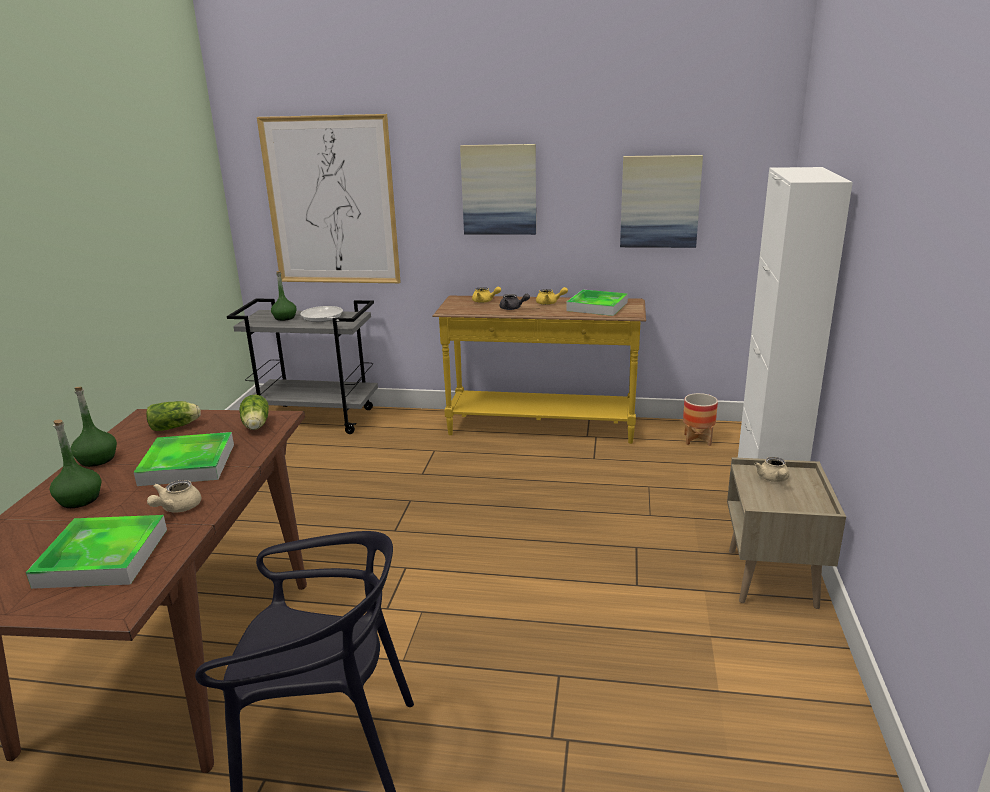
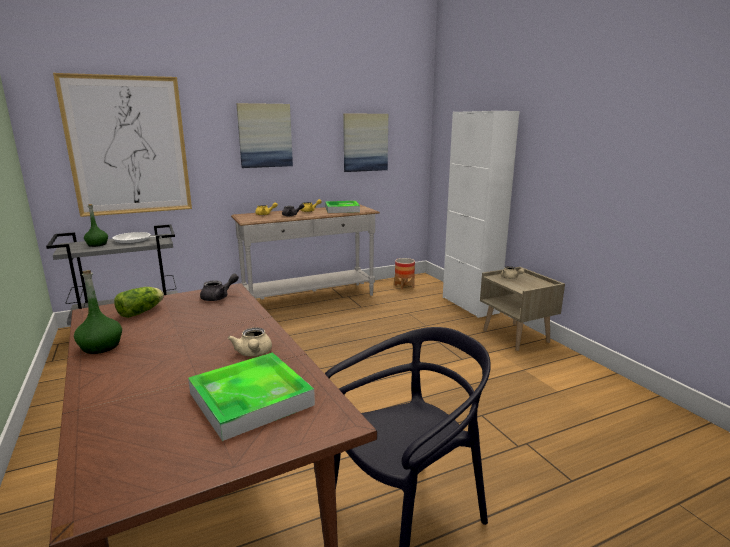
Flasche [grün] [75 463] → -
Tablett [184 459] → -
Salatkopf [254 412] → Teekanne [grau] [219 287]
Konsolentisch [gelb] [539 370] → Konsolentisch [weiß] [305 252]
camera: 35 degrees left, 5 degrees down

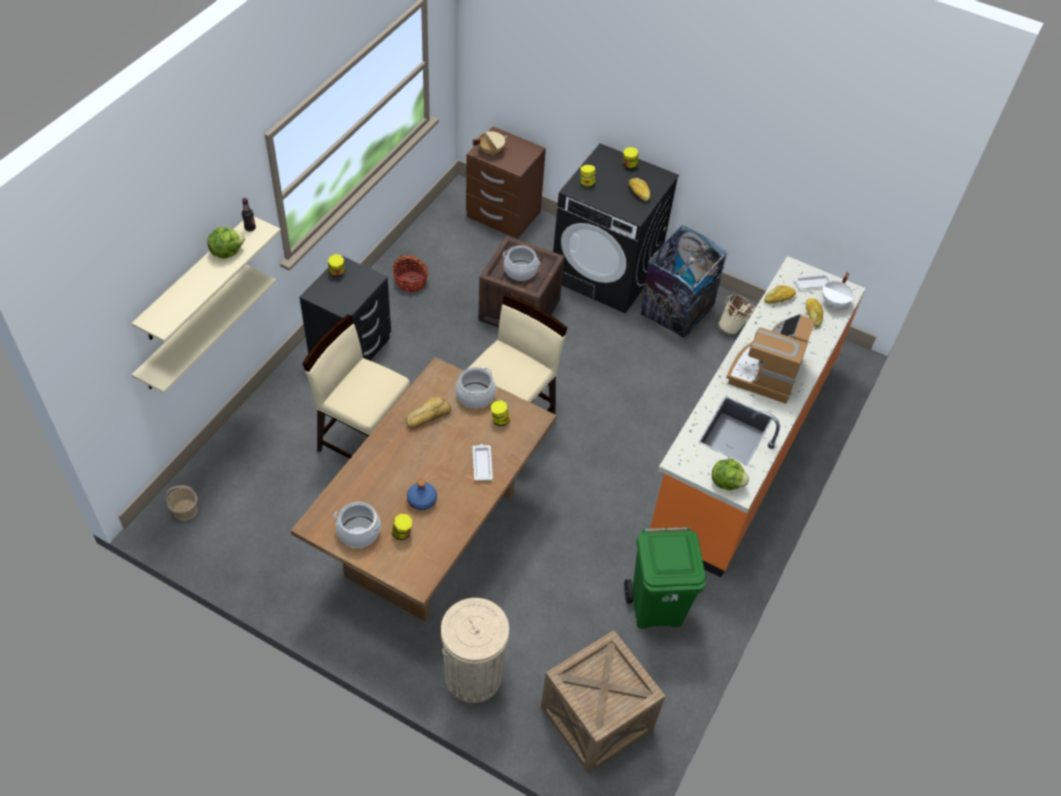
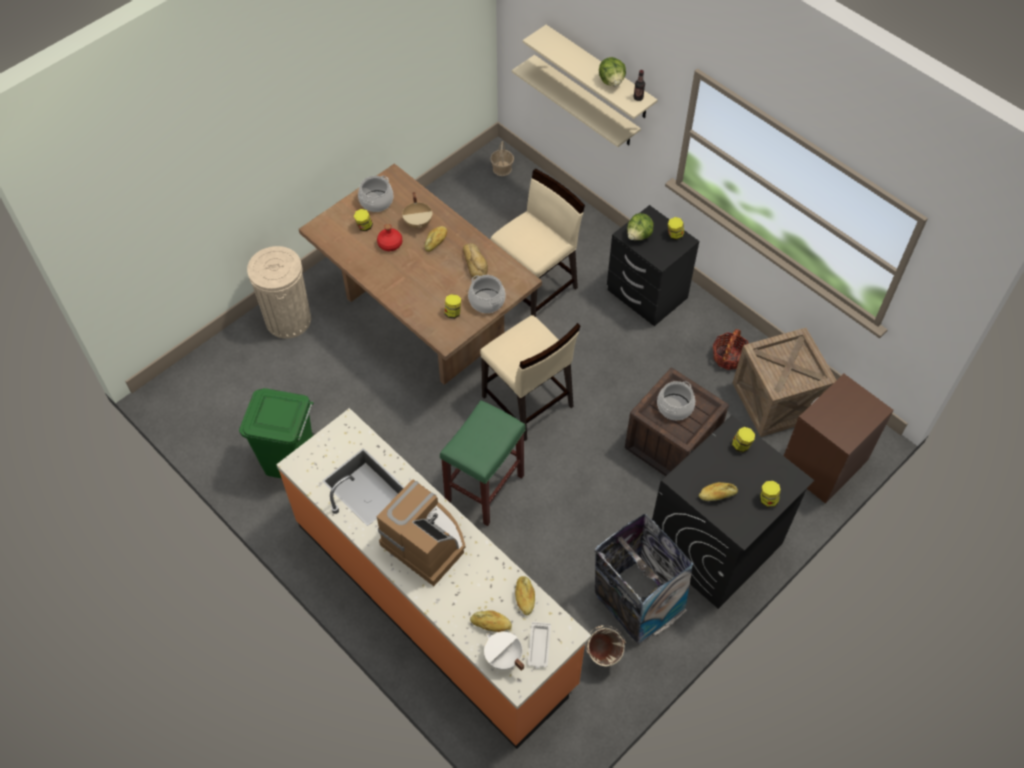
Flasche [blau] [422 494] → Flasche [rot] [389 237]
Tablett [weiß] [482 462] → -
Kochtopf [beige] [490 143] → Kochtopf [beige] [417 210], moved
Kiste [603 701] → Kiste [784 382], moved
Salatkopf [730 474] → Salatkopf [640 226], moved
- → Brot [436 239]
- → Hocker [grün] [483 463]
camera: 110 degrees right, 5 degrees up

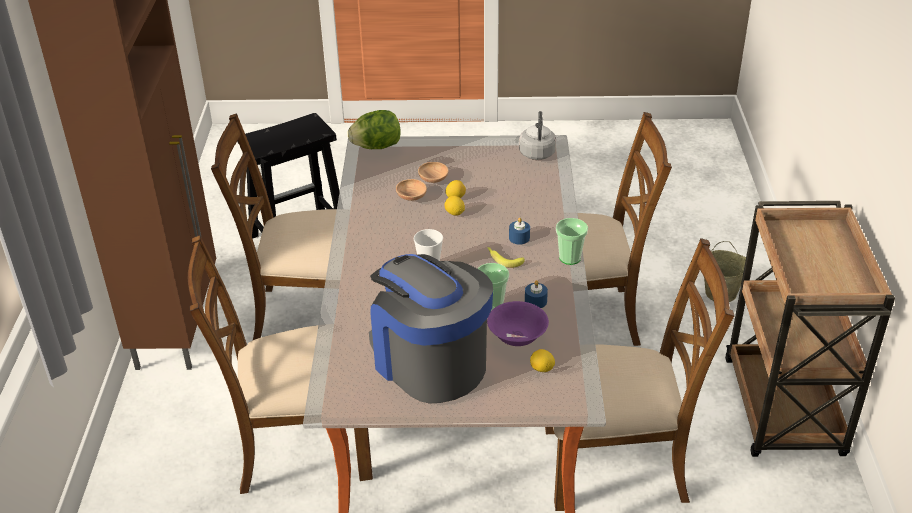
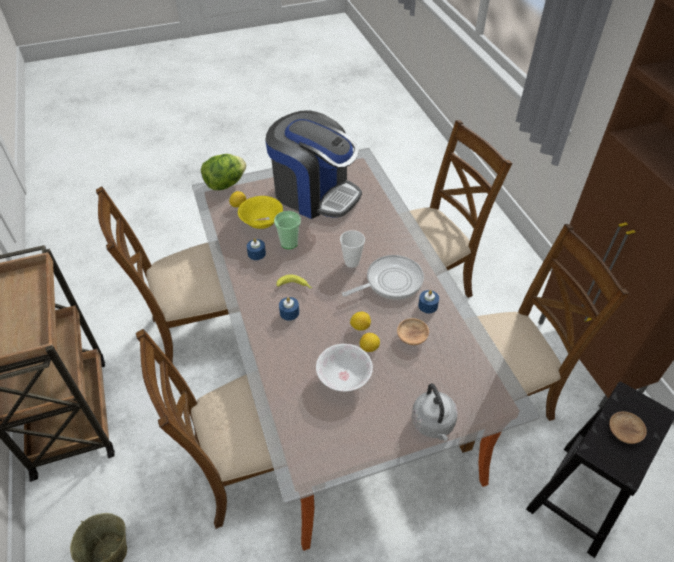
Salatkopf [374 129] → Salatkopf [223 172], moved
Schüssel [braun] [433 172] → Schüssel [braun] [628 427], moved
Schüssel [lila] [518 323] → Schüssel [gelb] [260 212]
Wasserkessel [grau] [537 135] → Wasserkessel [grau] [435 412], moved
Tasse [572 241] → -
- → Schüssel [weiß] [344 367]
- → Pfanne [383 277]
- → Kerze [blau] [428 301]
camera: 160 degrees right, 10 degrees up

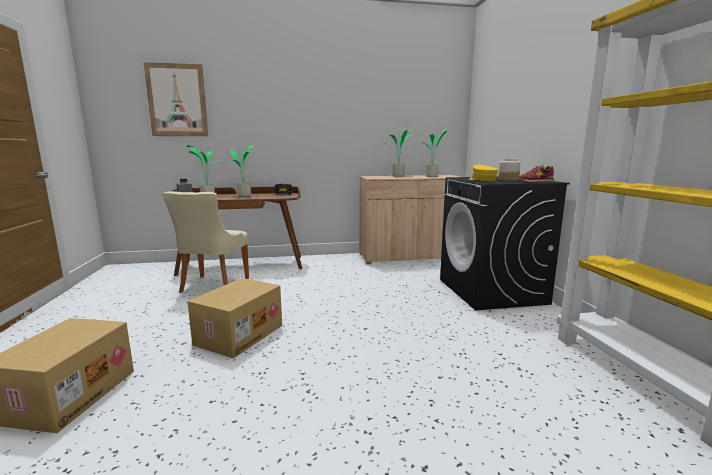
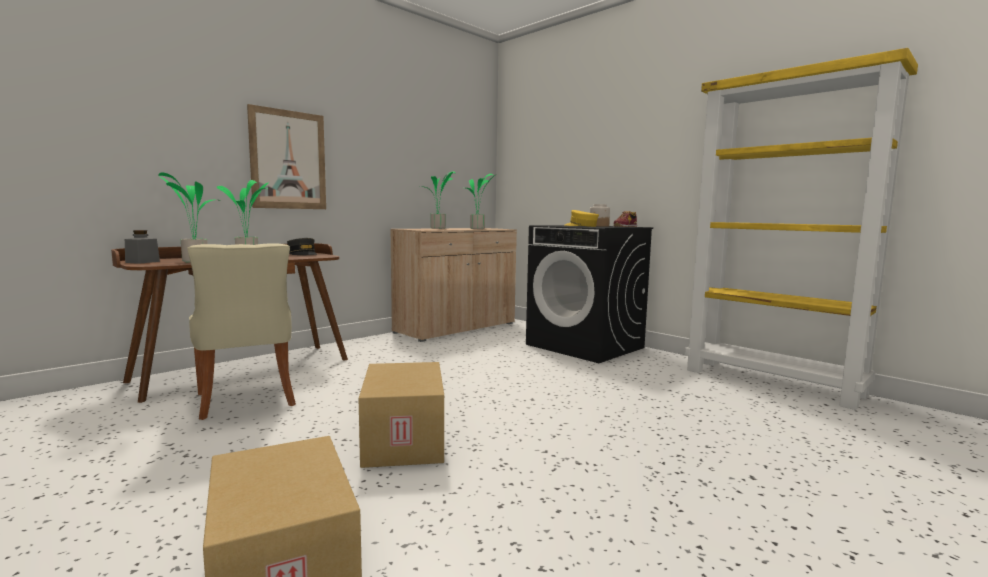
Bild [176 99] → Bild [286 156], moved
camera: 35 degrees left, 5 degrees down

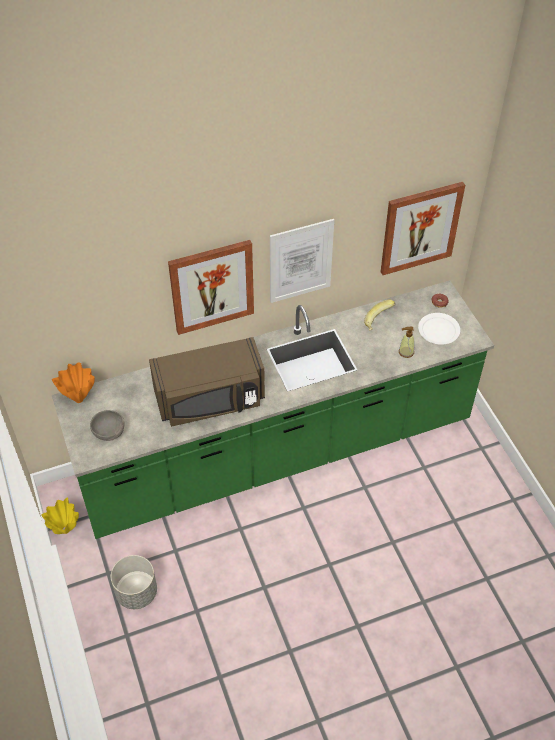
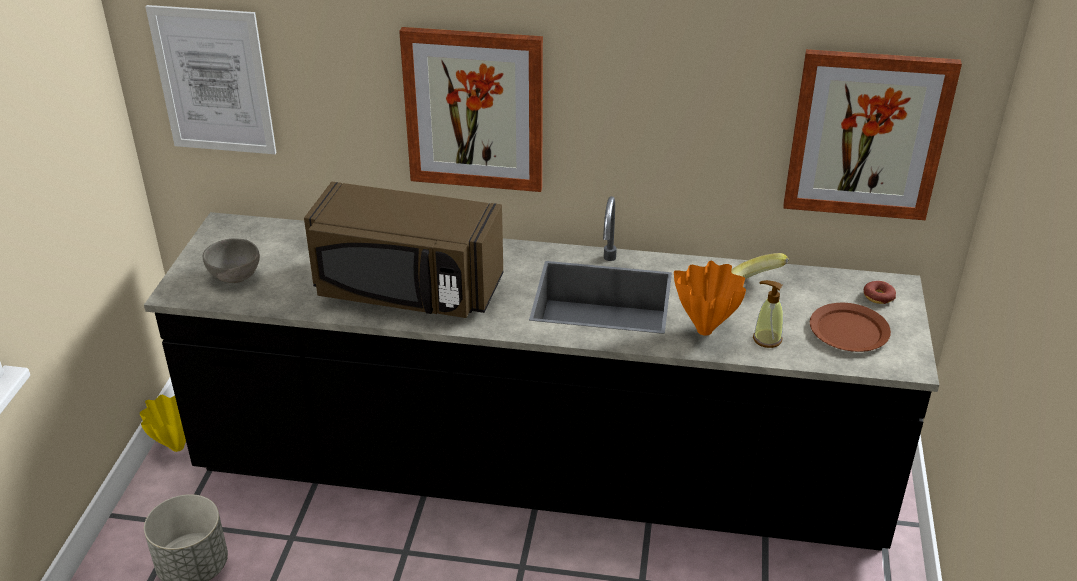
Küchenzeile [grün] [273 409] → Küchenzeile [schwarz] [541 373]
Vase [orange] [73 383] → Vase [orange] [710 298], moved
Bild [302 261] → Bild [210 79], moved
Teller [weiß] [439 329] → Teller [braun] [850 327]
camera: 30 degrees right, 15 degrees down

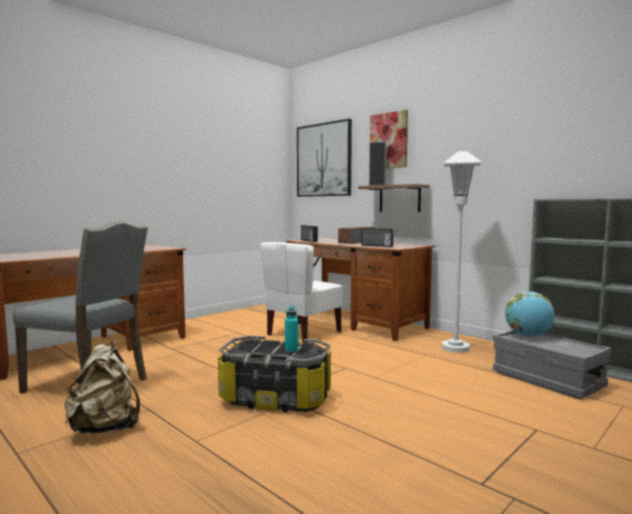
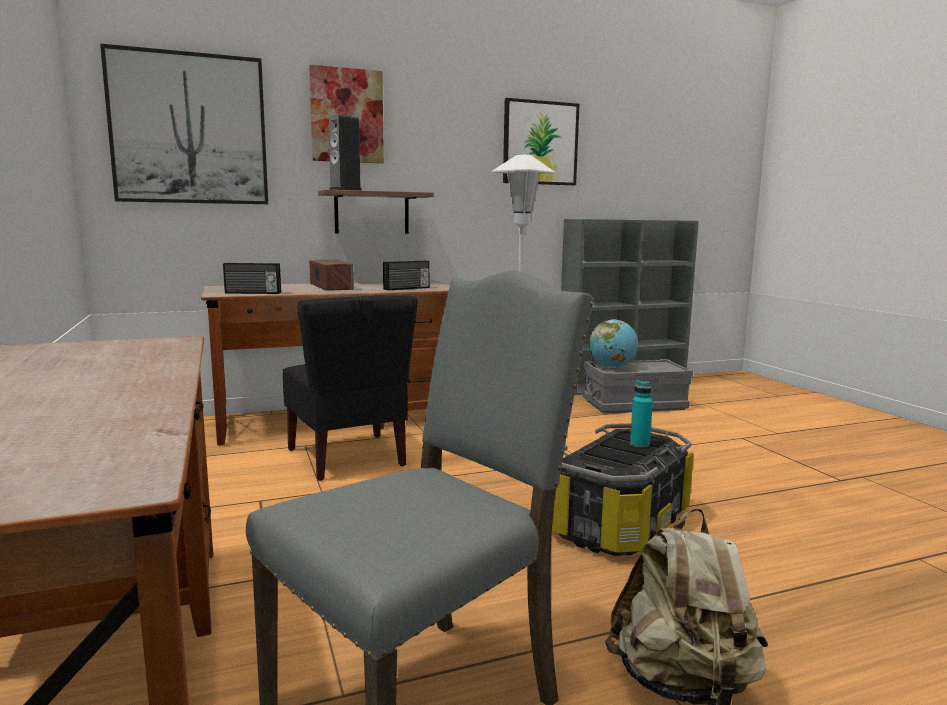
Stuhl [weiß] [301 292] → Stuhl [schwarz] [350 388]
- → Bild [541 141]
camera: 65 degrees left, 5 degrees up

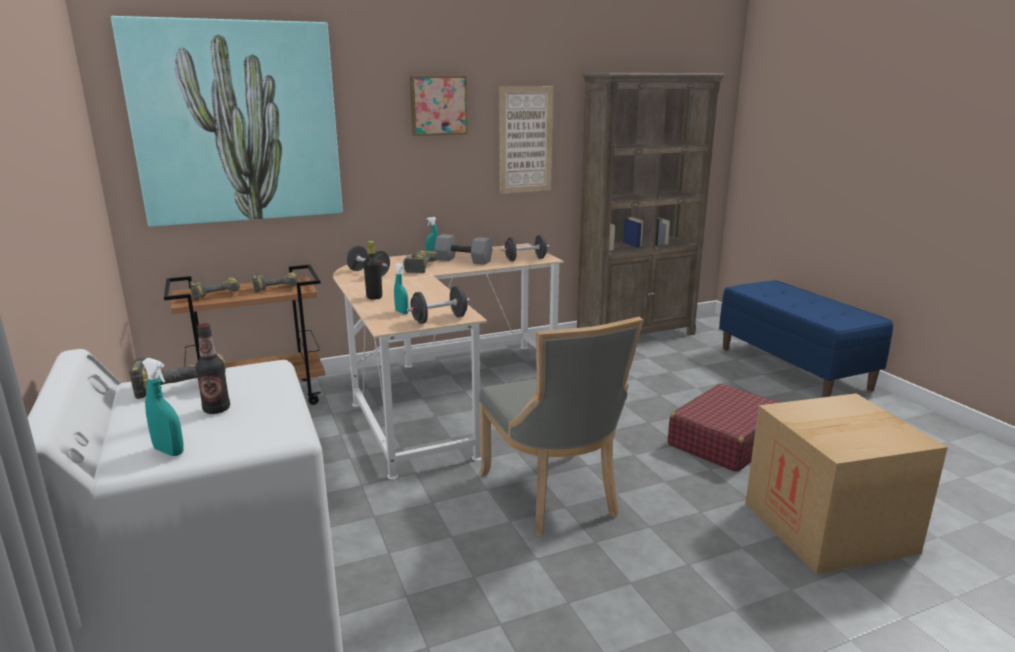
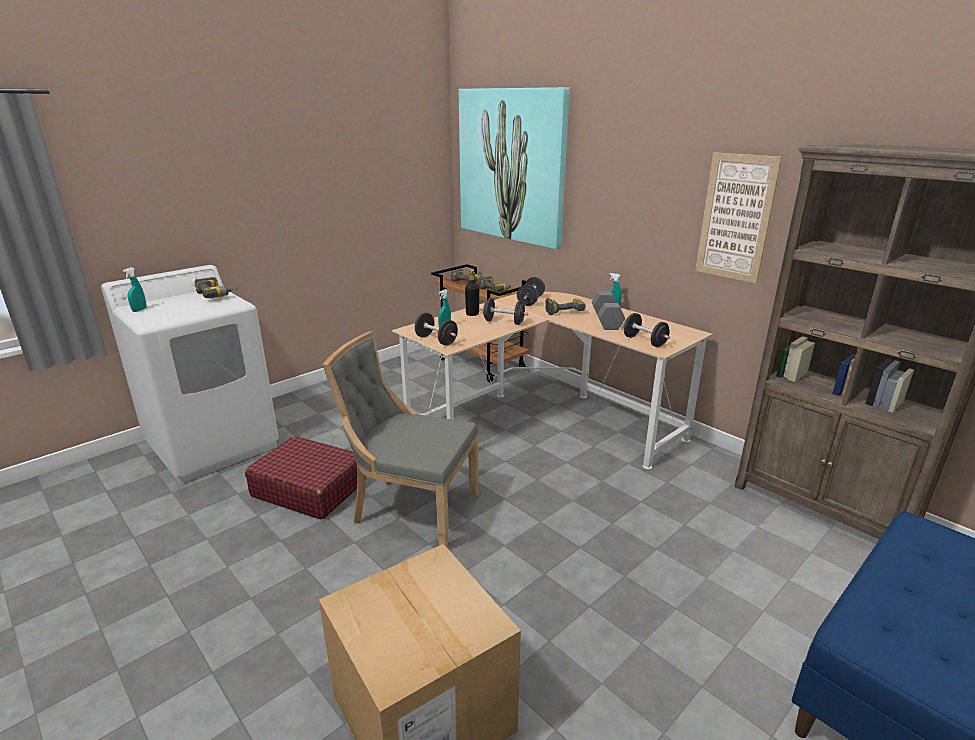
Flasche [212 368] → -
Bild [439 106] → -
Stuhl [grau] [561 426] → Stuhl [grau] [401 440], 60 degrees clockwise
Koffer [rot] [725 428] → Koffer [rot] [301 478], moved
- → Hantel [schwarz] [504 311]
camera: 70 degrees right, 5 degrees up

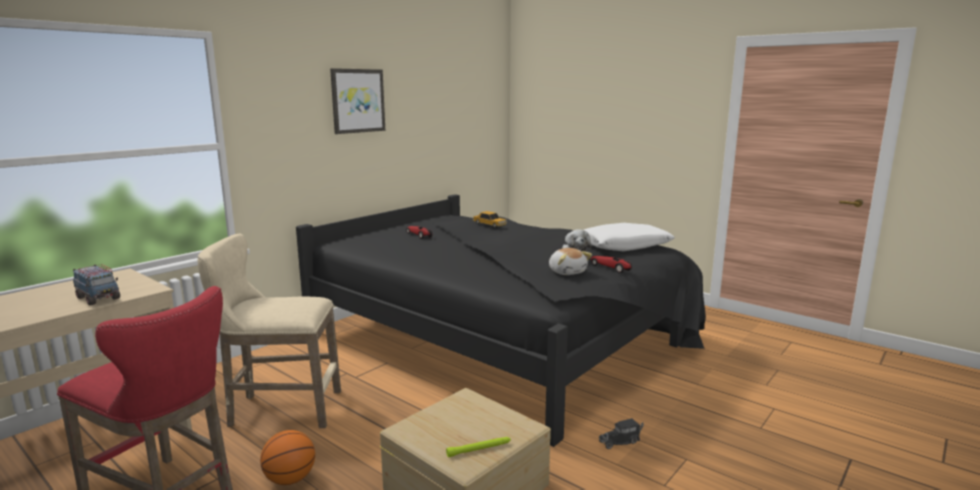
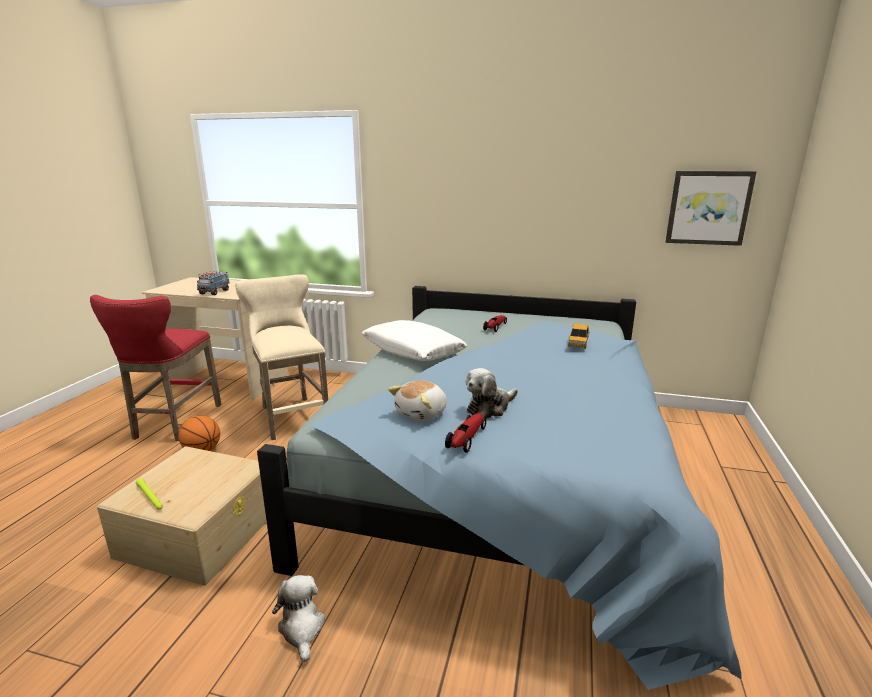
Bett [schwarz] [501 320] → Bett [blau] [499 488]
Bild [357 101] → Bild [711 208], moved
Kissen [weiß] [629 237] → Kissen [weiß] [414 340], moved
Spielzeuglaster [621 433] → Plüschtier [299 618]
camera: 65 degrees right, 5 degrees up

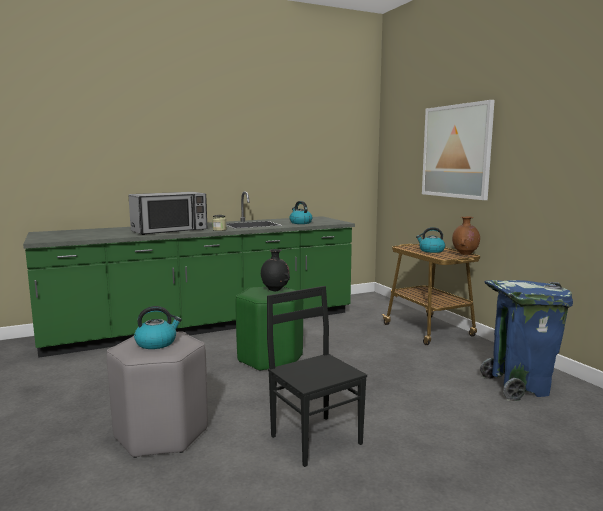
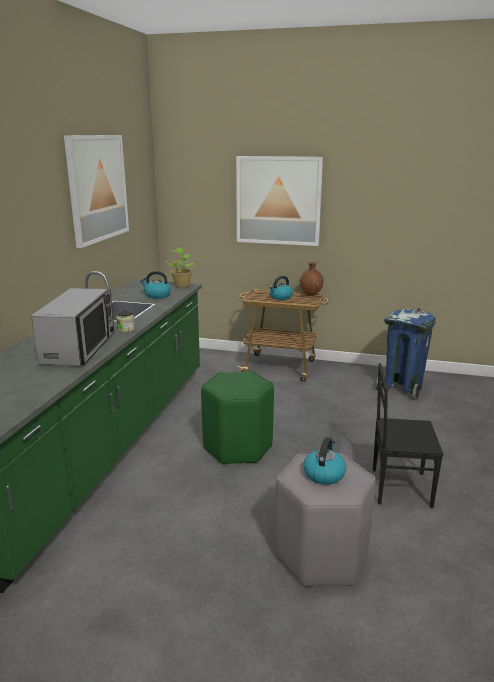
Vase [schwarz] [275 270] → -
- → Bild [96 191]
- → Topfpflanze [180 267]
camera: 50 degrees left, 10 degrees up

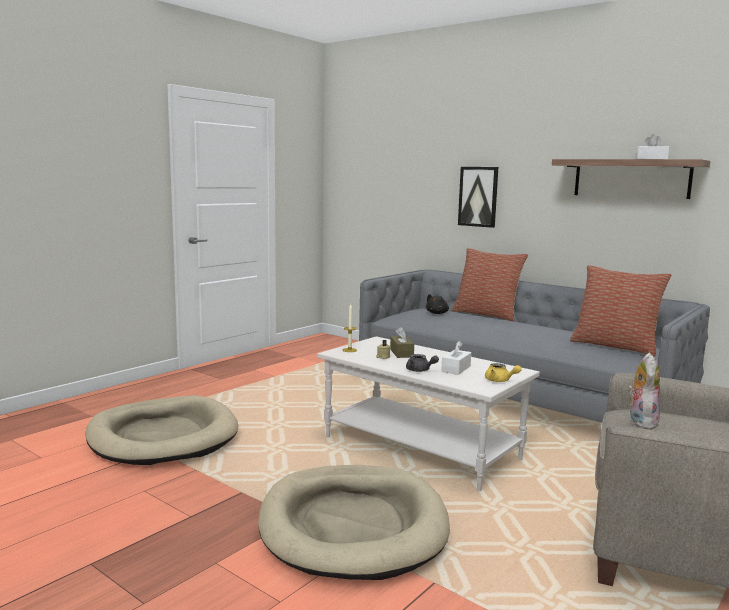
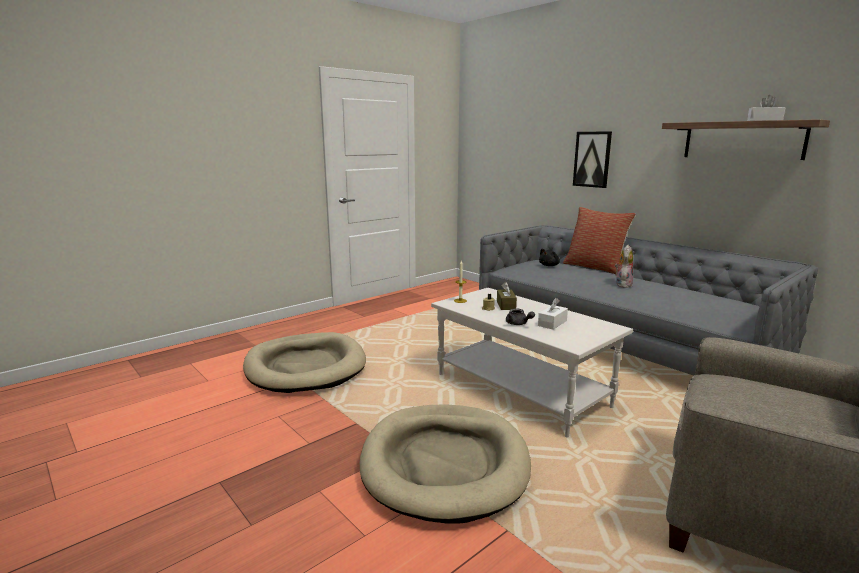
Teekanne [gelb] [503 372] → -
Kissen [620 310] → -
Plüschtier [643 391] → Plüschtier [624 266], moved
camera: 10 degrees right, 5 degrees up

